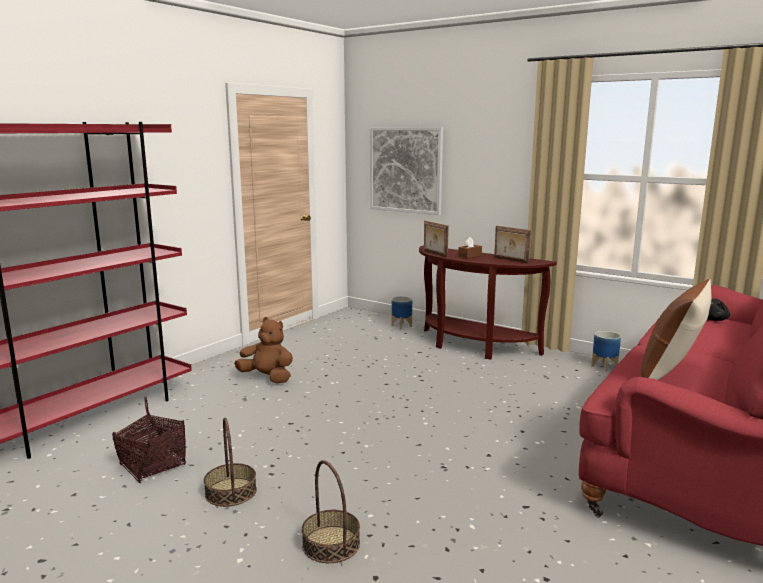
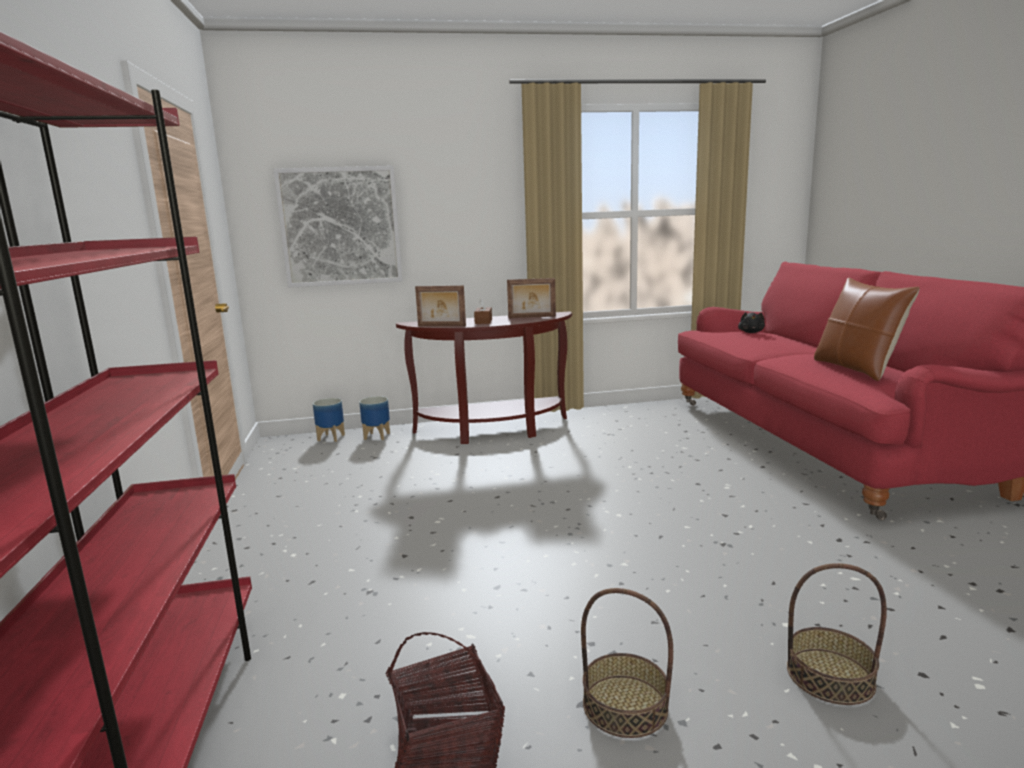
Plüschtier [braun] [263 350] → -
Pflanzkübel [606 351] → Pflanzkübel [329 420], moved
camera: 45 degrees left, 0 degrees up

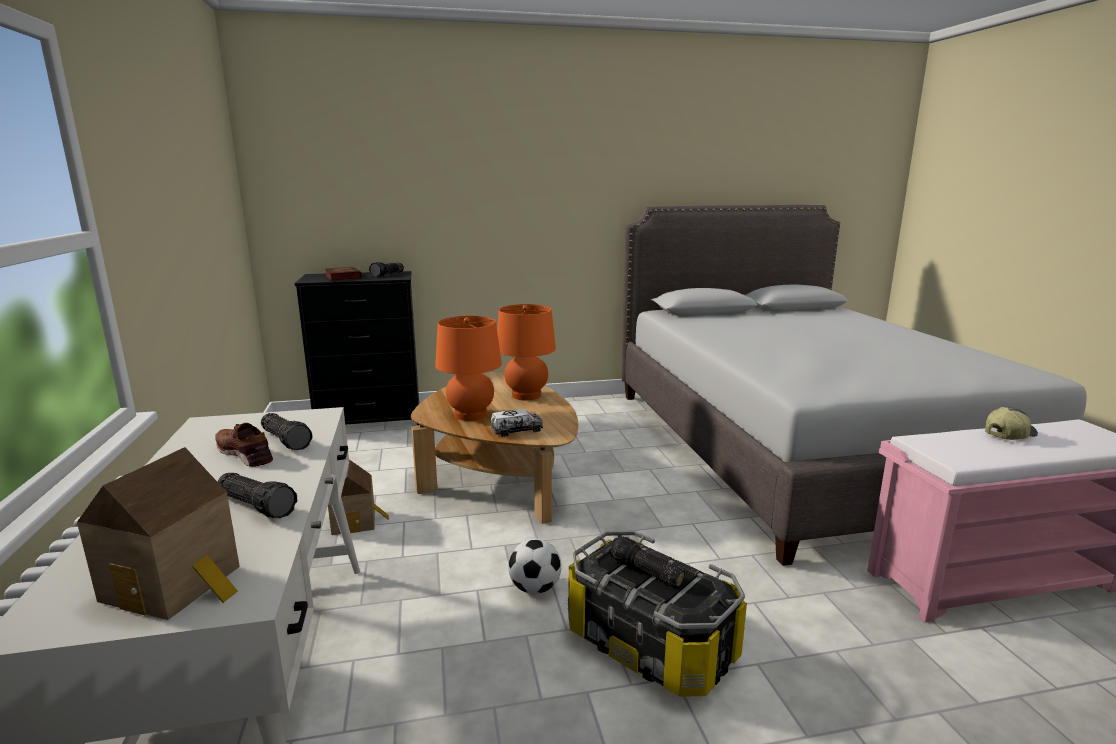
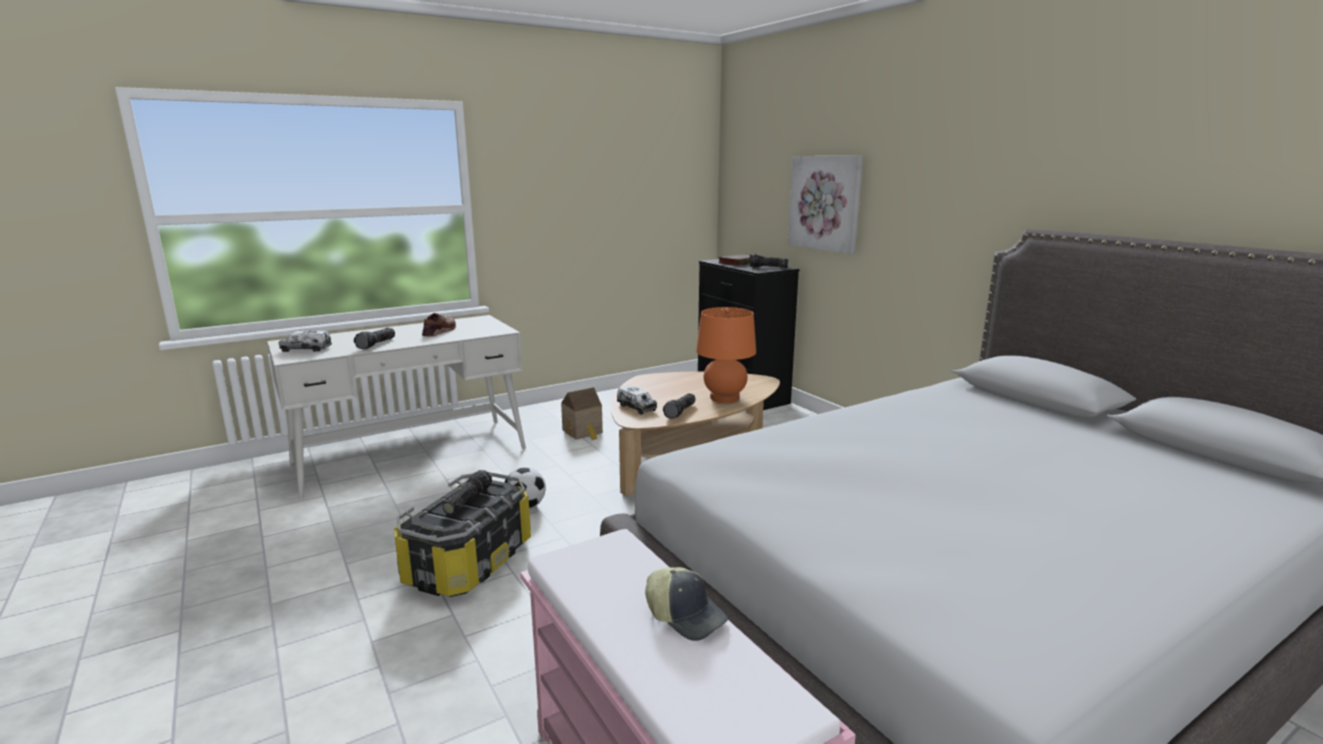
Spielzeughaus [158 533] → Spielzeuglaster [305 341]
Taschenlampe [286 431] → Taschenlampe [679 406], moved
Tischlampe [orange] [468 368] → -
- → Bild [825 205]
camera: 70 degrees right, 0 degrees up

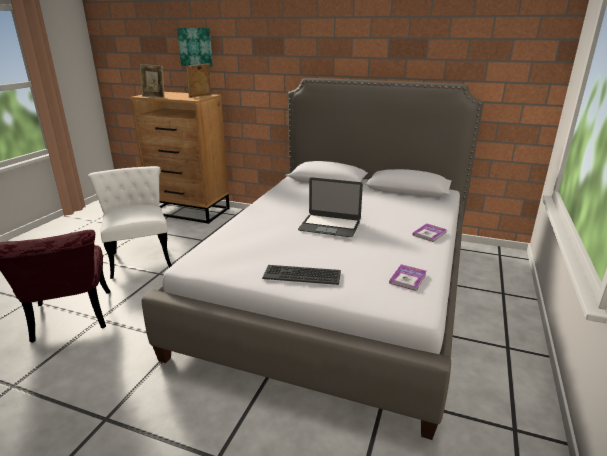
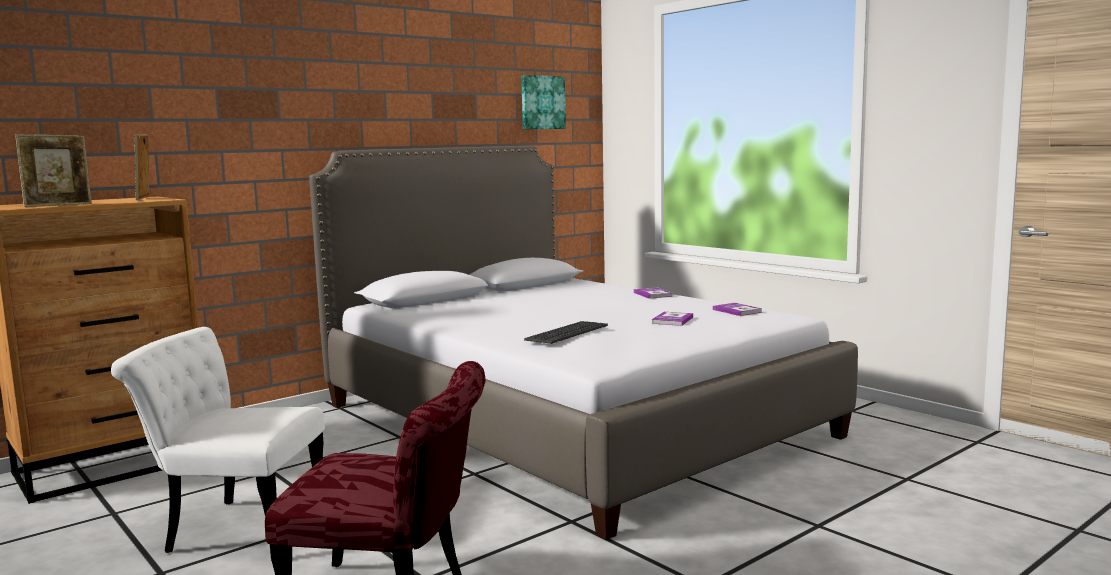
Bild [195 47] → Bild [543 102], moved
Tastatur [301 275] → Tastatur [566 332], moved
Laptop [330 207] → -
- → Buch [672 319]
camera: 60 degrees left, 15 degrees down

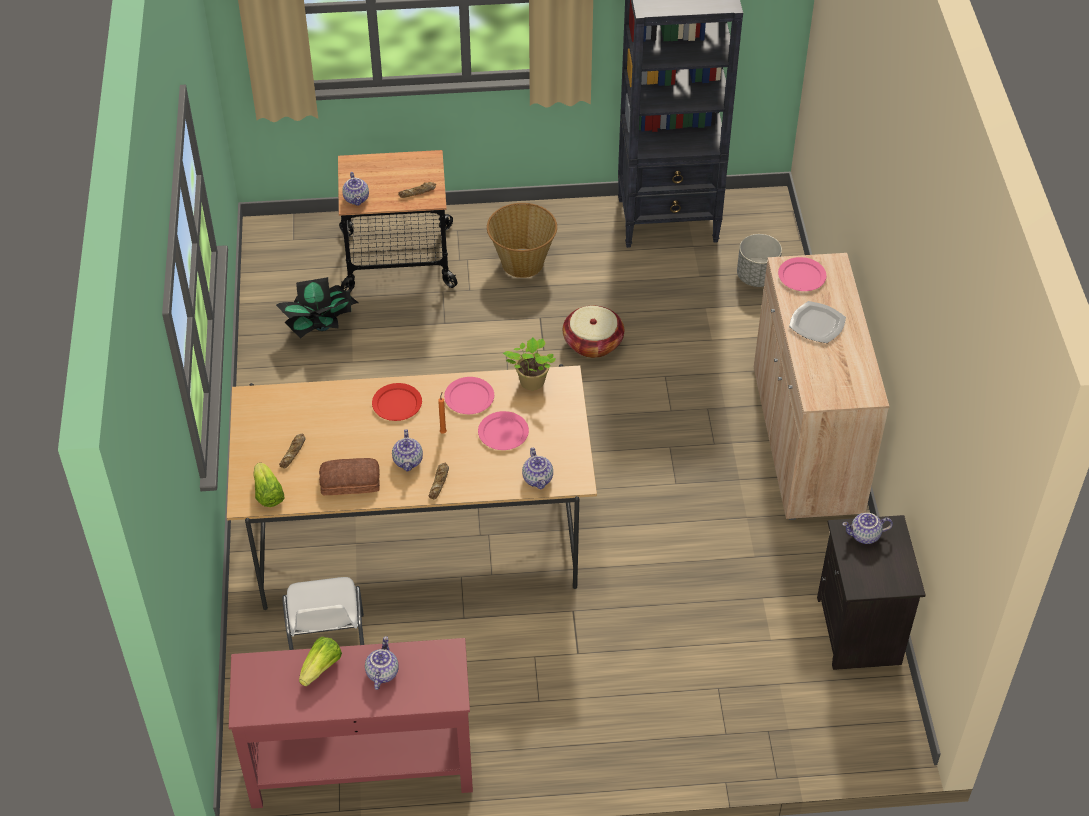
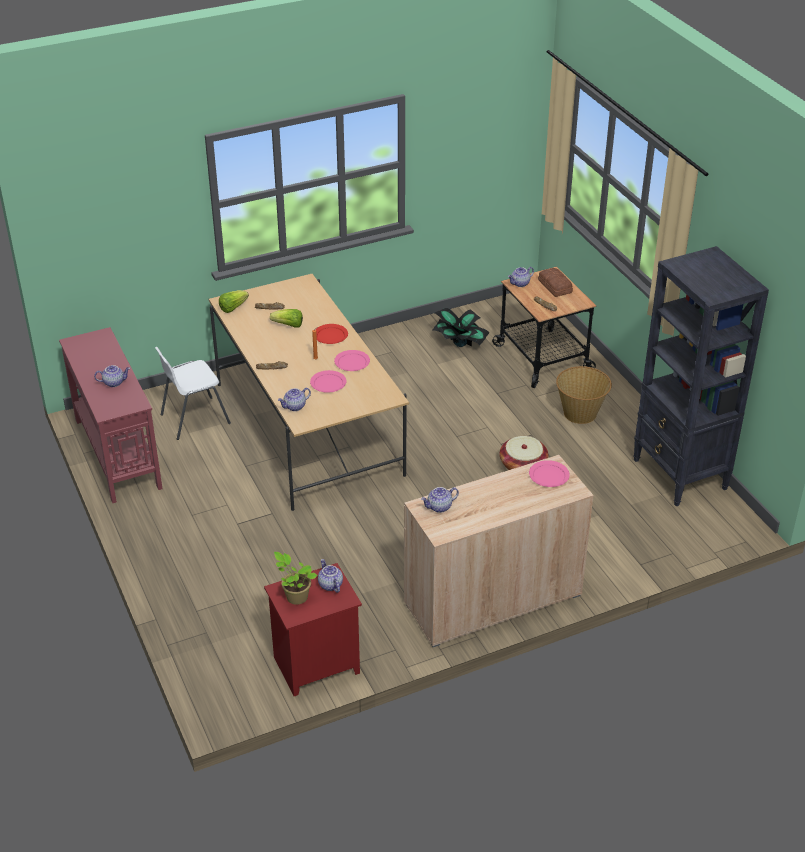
Salatkopf [320 661] → Salatkopf [286 318], moved
Brot [349 477] → Brot [555 282], moved
Teekanne [407 450] → Teekanne [440 500], moved
Topfpflanze [529 363] → Topfpflanze [296 578], moved
Pflanzkübel [grau] [759 260] → -
Teller [817 322] → -
Nachttisch [schwarz] [871 592] → Nachttisch [rot] [313 629]
camera: 70 degrees right, 10 degrees down

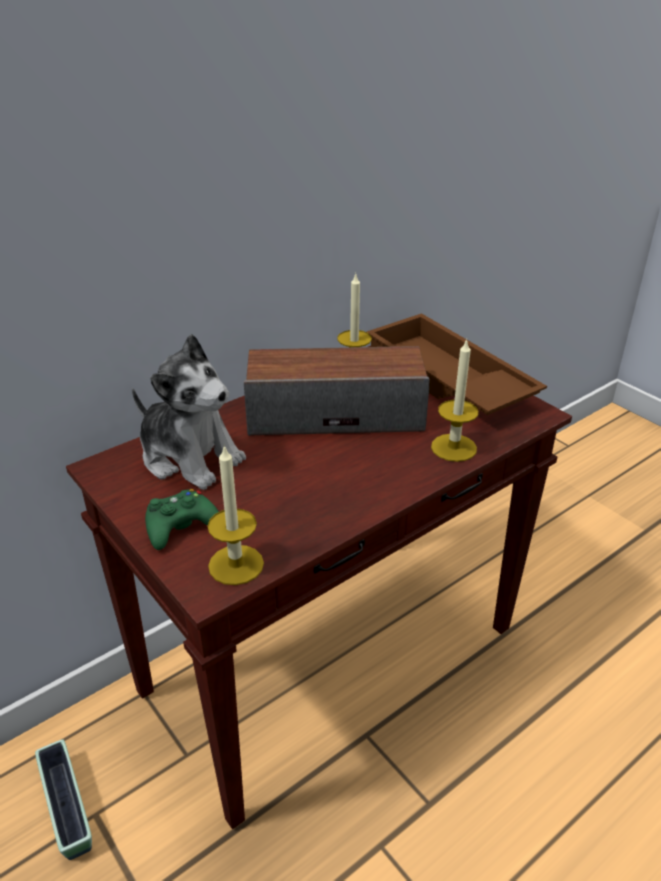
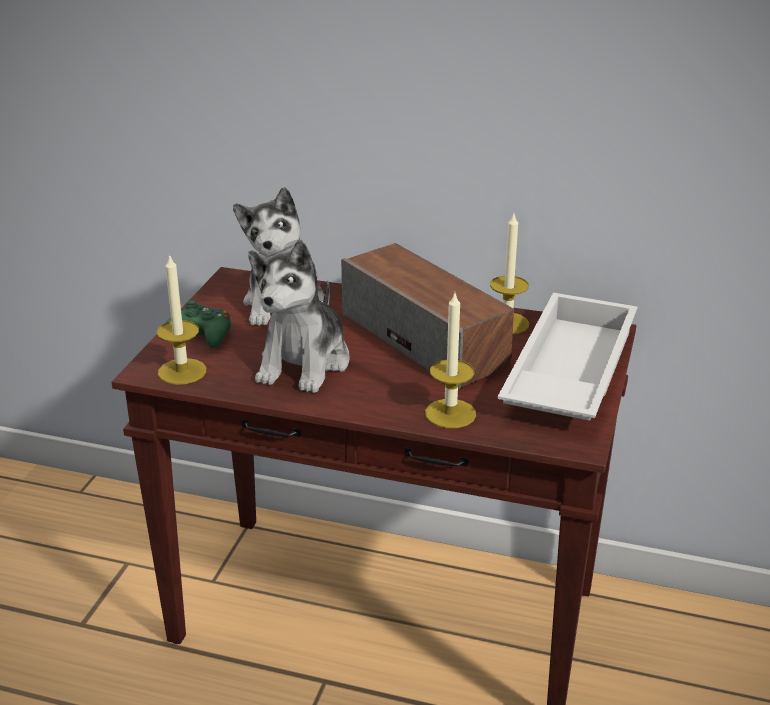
Pflanzkübel [63 799] → -
Tablett [braun] [457 364] → Tablett [weiß] [567 357]
- → Plüschtier [299 316]
camera: 55 degrees right, 5 degrees down

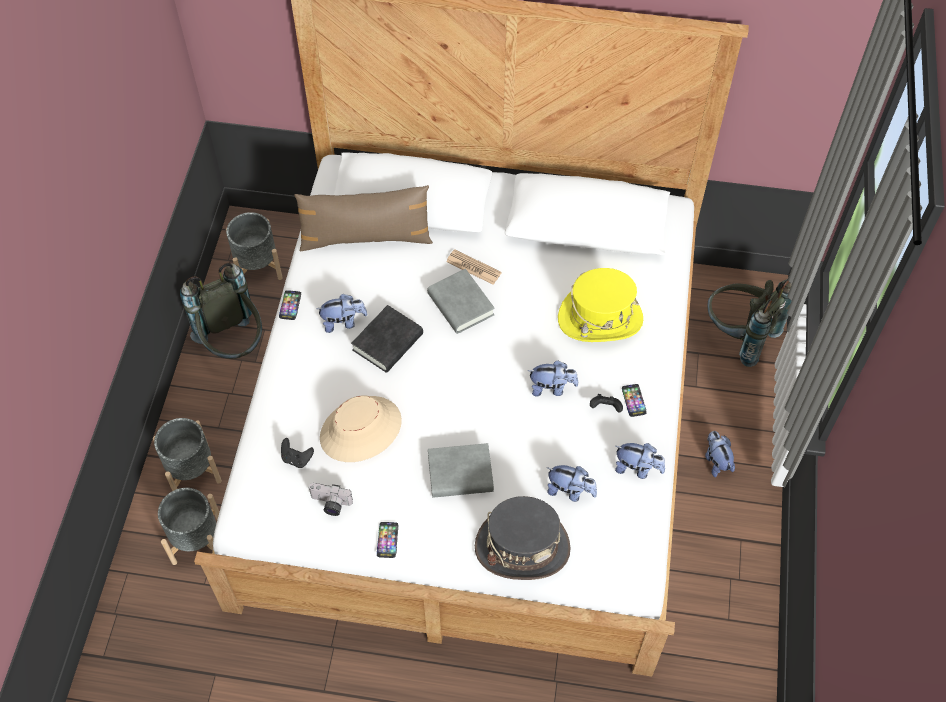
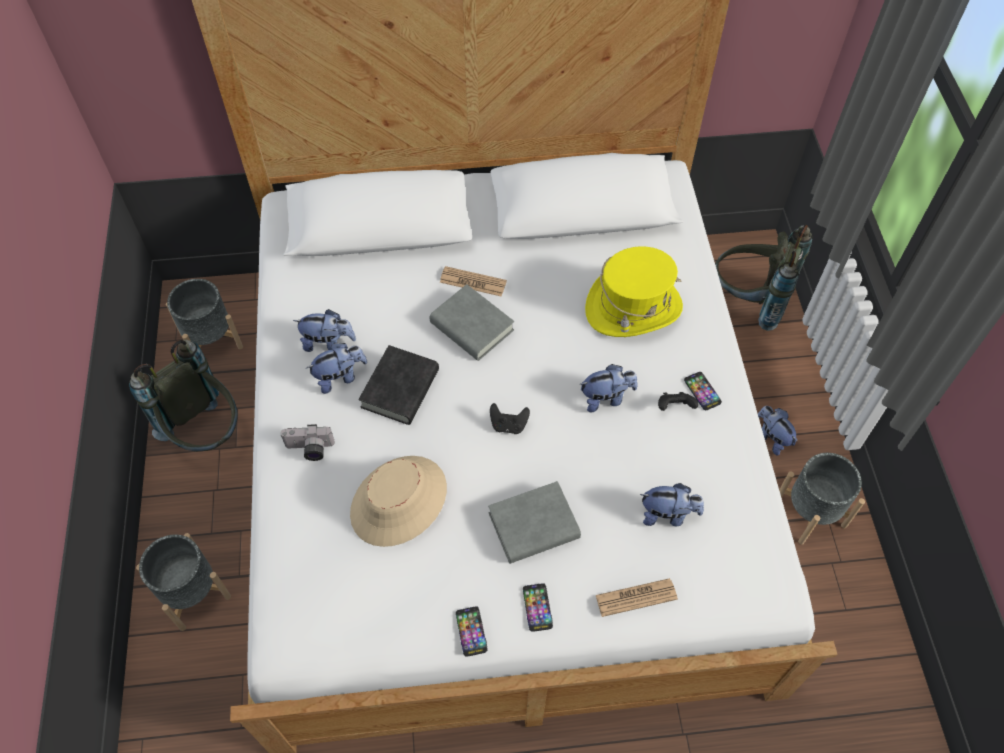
Pflanzkübel [grau] [188 526] → Pflanzkübel [grau] [822 499], moved
Handy [290 305] → Handy [538 607], moved
Gamepad [schwarz] [297 453] → Gamepad [schwarz] [510 418], moved
Kissen [braun] [363 218] → -
Kamera [330 499] → Kamera [307 442], moved
Hut [grau] [523 538] → Zeitung [637 597]
Plüschtier [640 461] → Plüschtier [324 330], moved
camera: 15 degrees left, 0 degrees up

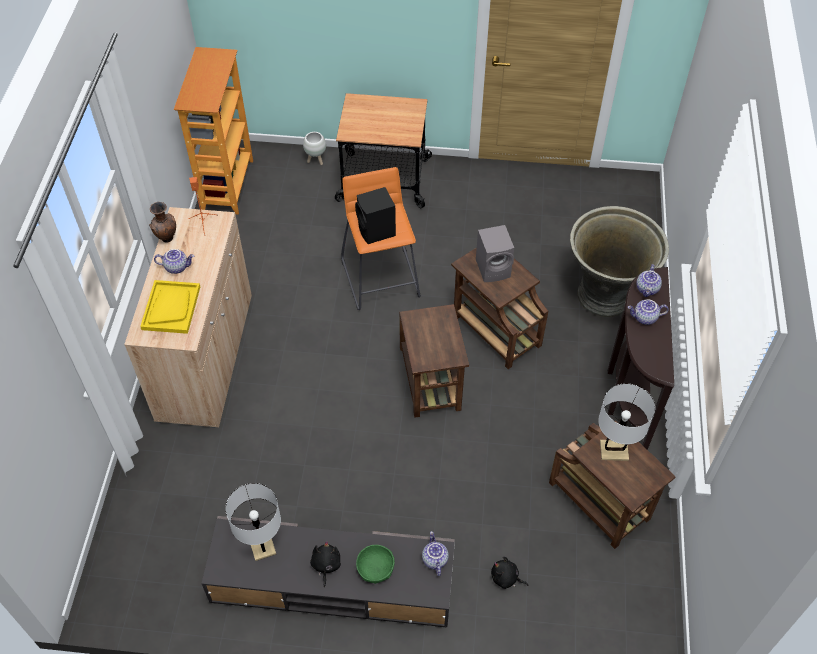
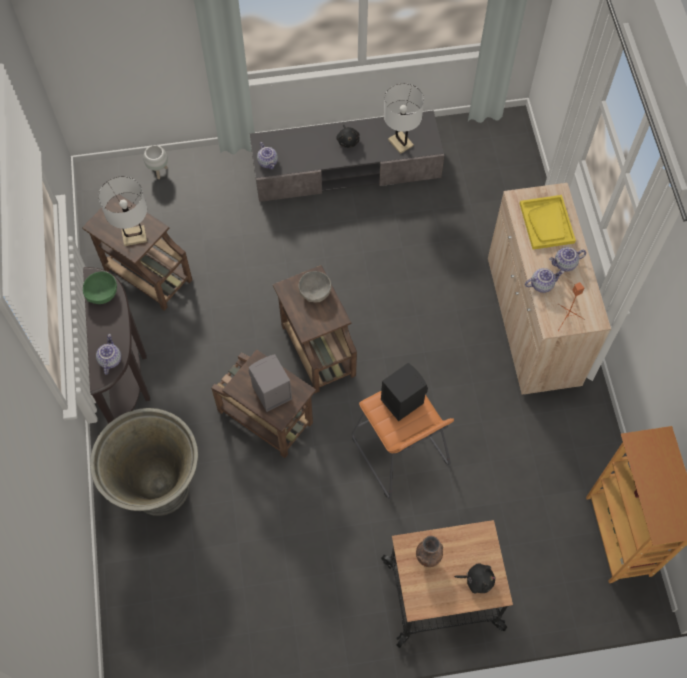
Vase [braun] [162 222] → Vase [braun] [429 551], moved
Pflanzkübel [weiß] [314 148] → Pflanzkübel [weiß] [155 162], moved
Schüssel [grün] [375 564] → Schüssel [grün] [100 287], moved
Plüschtier [schwarz] [509 573] → Plüschtier [schwarz] [475 578], moved
Teekanne [648 312] → Teekanne [544 280], moved
- → Schüssel [grau] [314 286]
camera: 165 degrees right, 10 degrees up

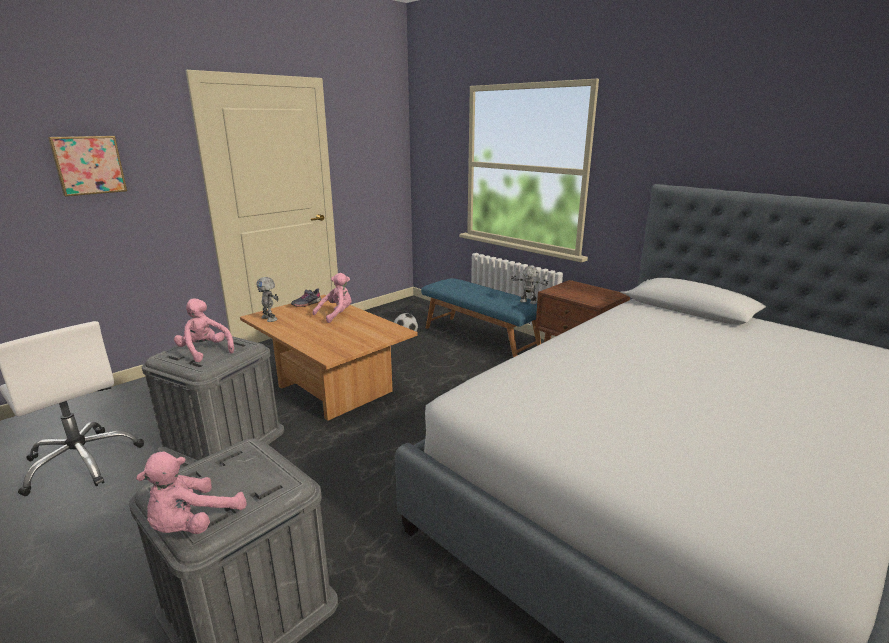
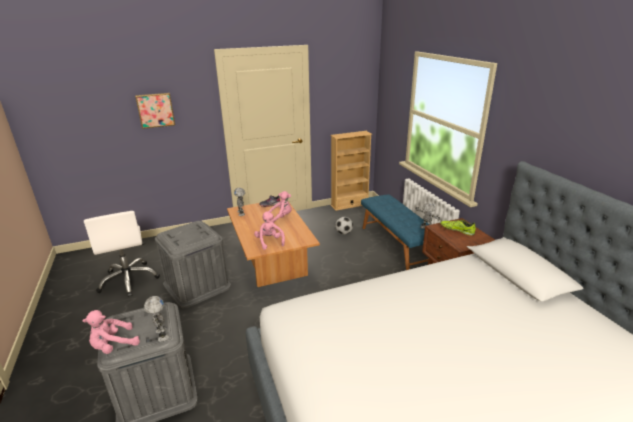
Plüschtier [rosa] [204 330] → Plüschtier [rosa] [269 230], moved
- → Spielzeugroboter [156 319]
- → Bücherregal [beige] [351 171]
- → Schuh [458 228]
camera: 25 degrees right, 5 degrees up

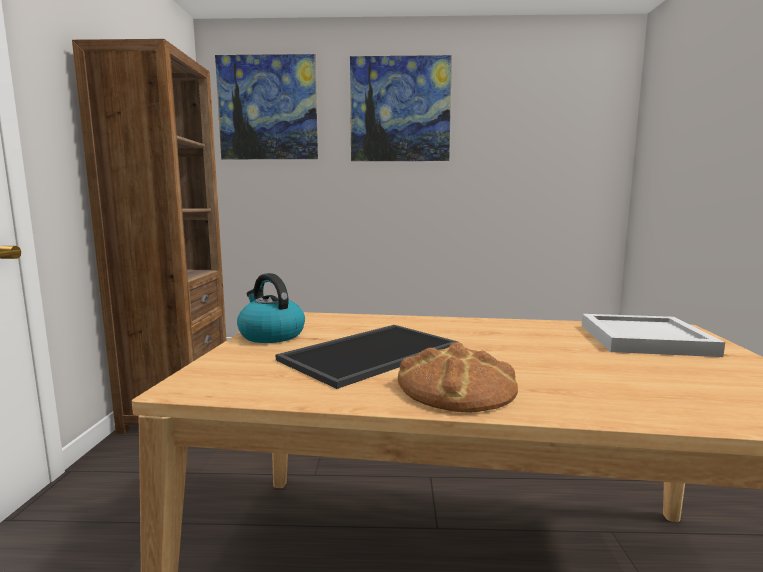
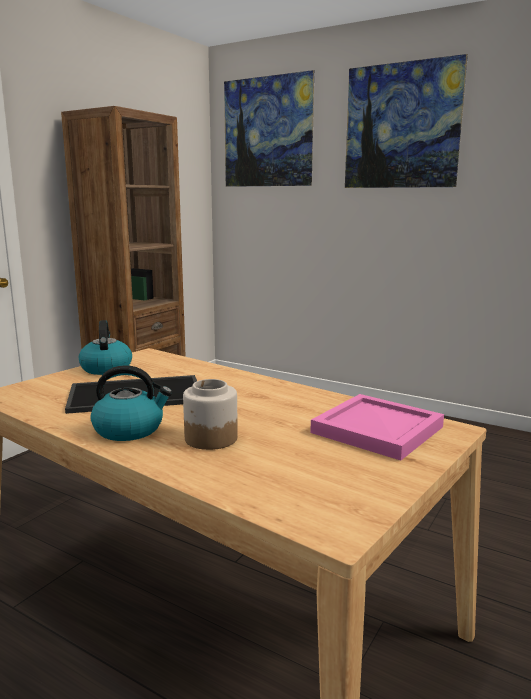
Brot [458 377] → Wasserkessel [131 403]
Tablett [weiß] [653 335] → Tablett [rosa] [377 427]
- → Vorratsglas [210 414]
camera: 30 degrees right, 5 degrees up

